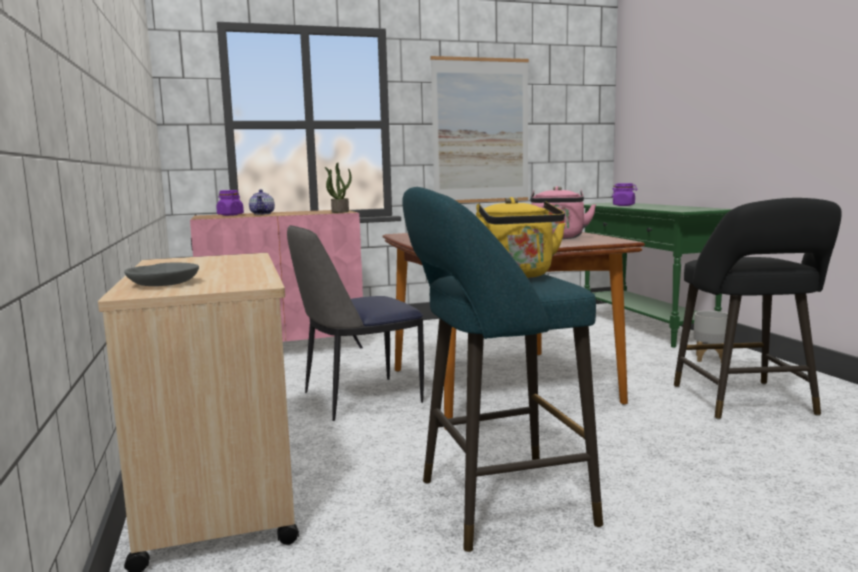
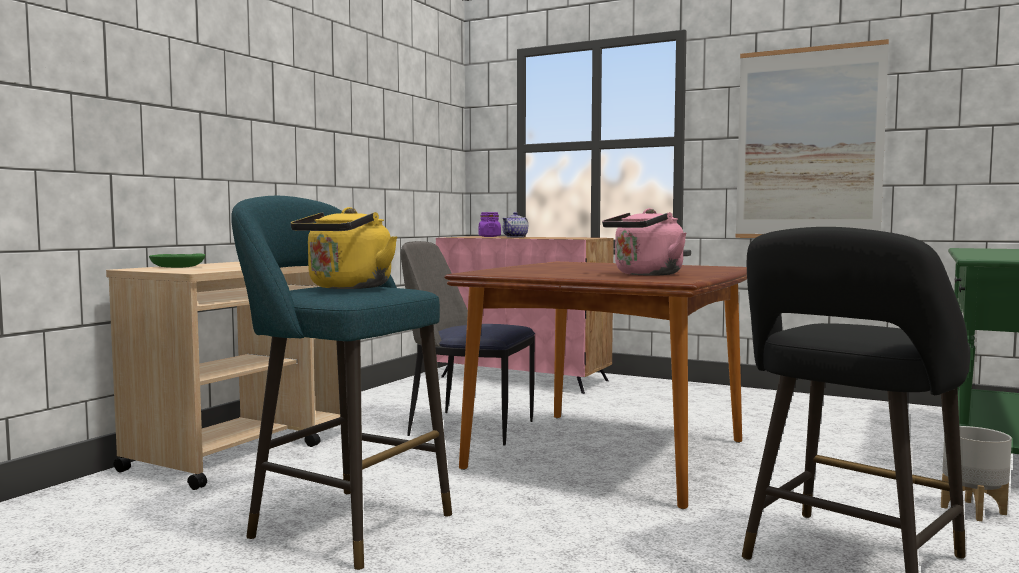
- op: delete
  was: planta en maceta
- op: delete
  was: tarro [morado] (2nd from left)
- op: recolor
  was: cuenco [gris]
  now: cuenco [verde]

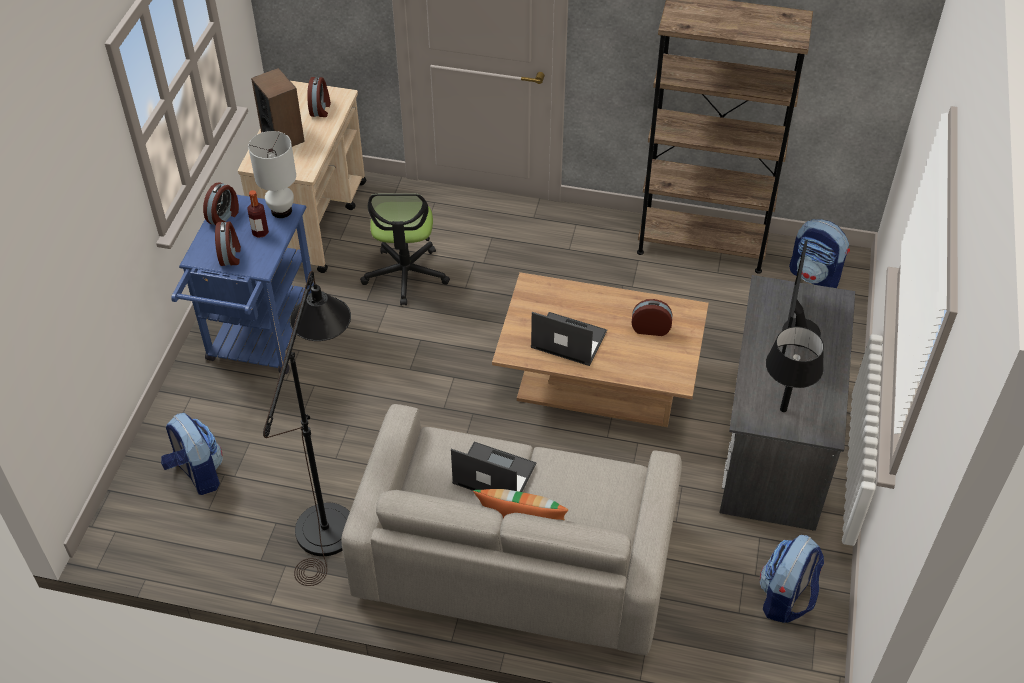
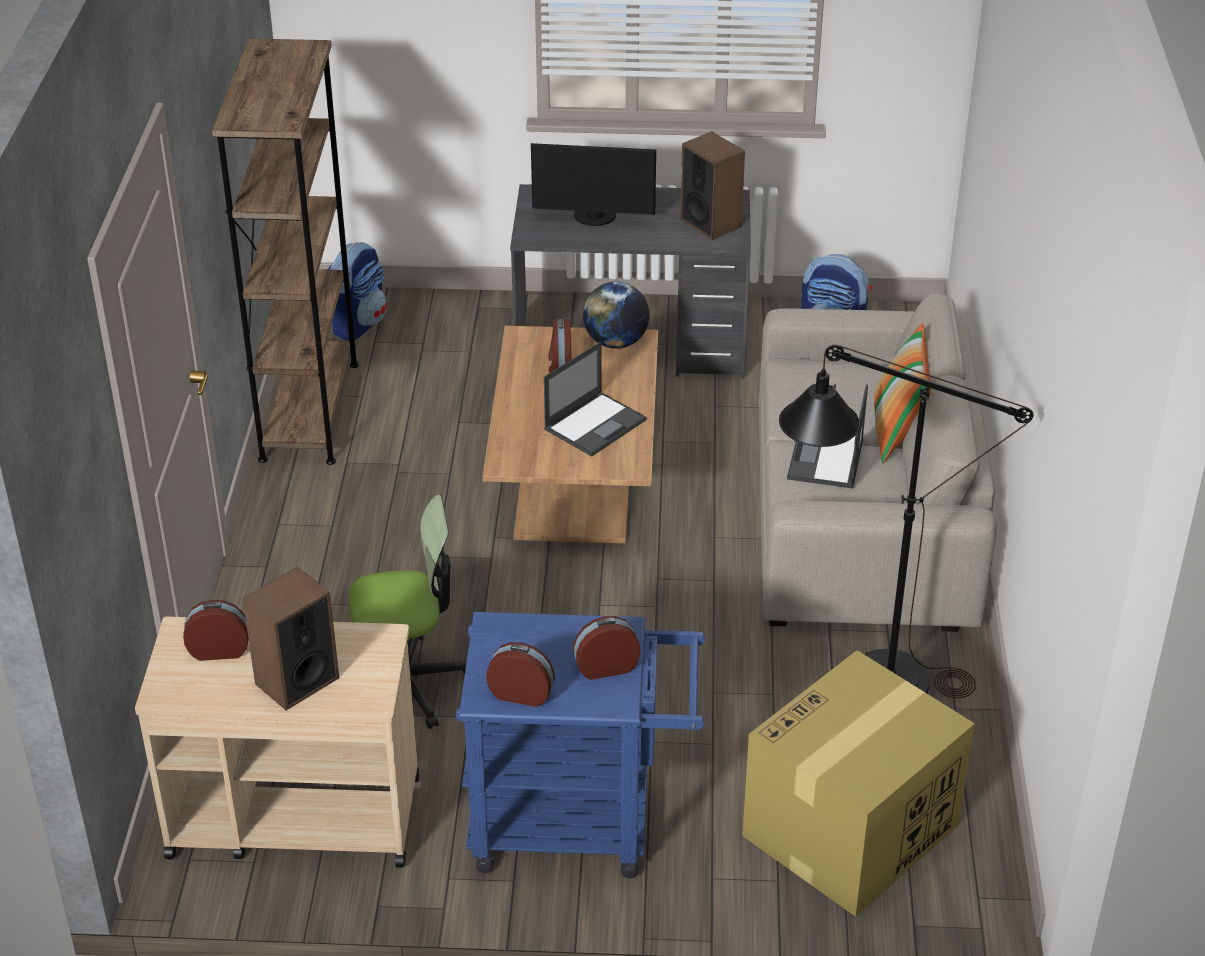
- op: delete
  was: lámpara de mesa [blanco]
- op: delete
  was: botella
- op: rotate
  was: portátil (2nd from left in the first image)
  clockwise: -150
- op: replace
  was: lámpara de mesa [negro]
  now: altavoz (2nd from left)
- op: replace
  was: mochila (1st from left)
  now: caja de cartón
- op: insert
  now: globo terráqueo

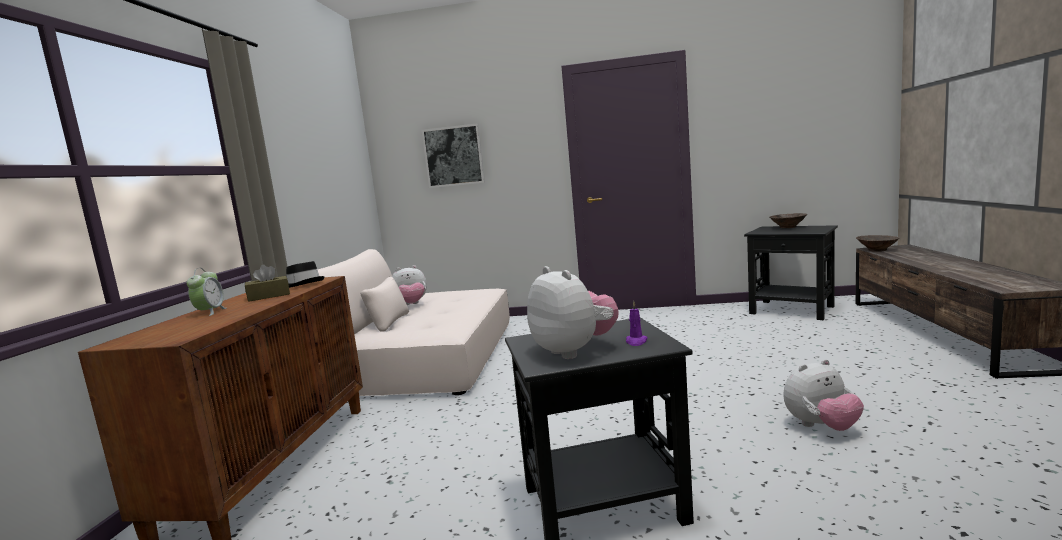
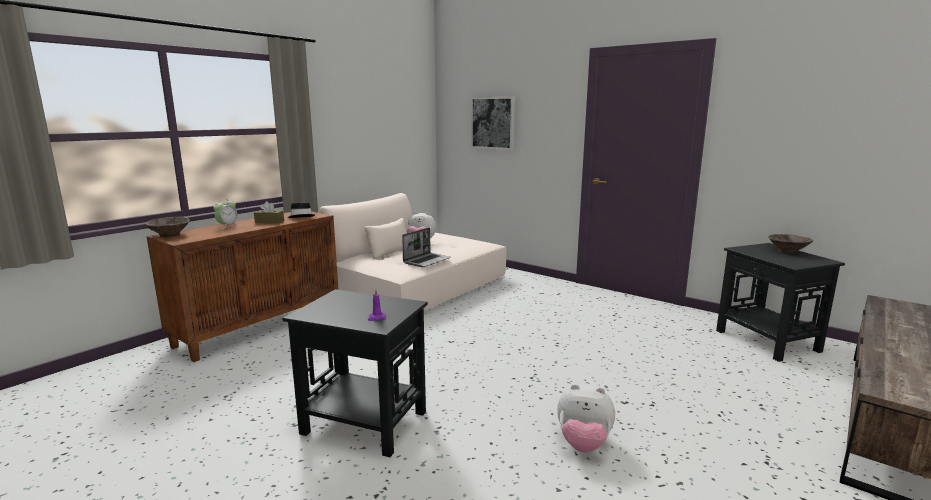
- op: move
  was: cuenco [marrón] (2nd from left in the first image)
  now: cuenco [marrón] (1st from left)
- op: delete
  was: peluche (2nd from left)
- op: insert
  now: portátil

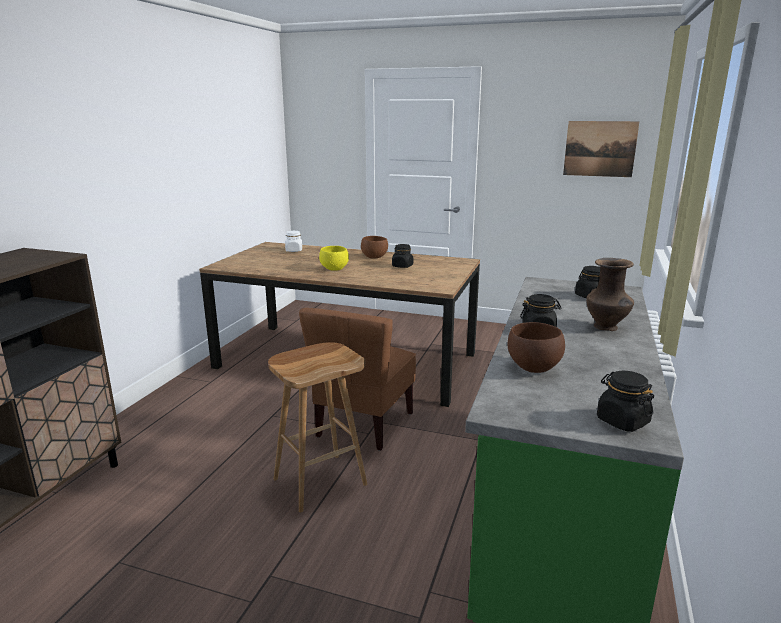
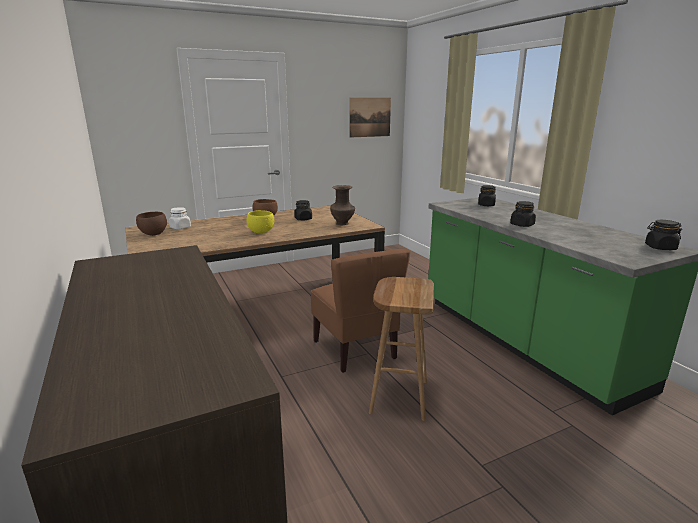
- op: move
  was: florero [marrón]
- op: move
  was: cuenco [marrón] (2nd from left in the first image)
  now: cuenco [marrón] (1st from left)

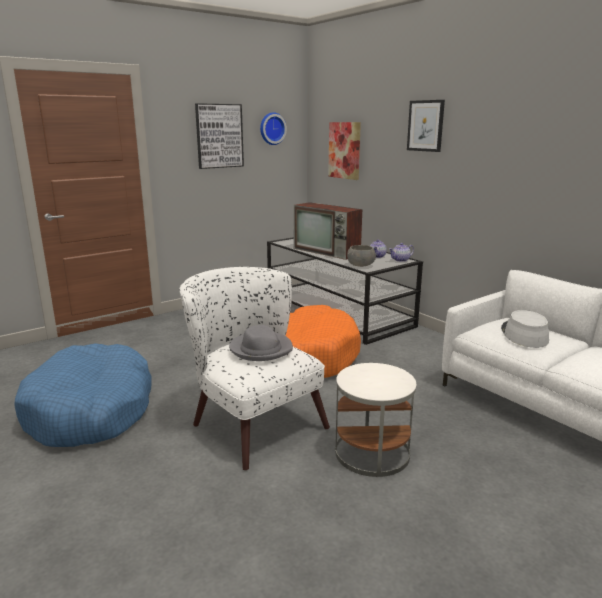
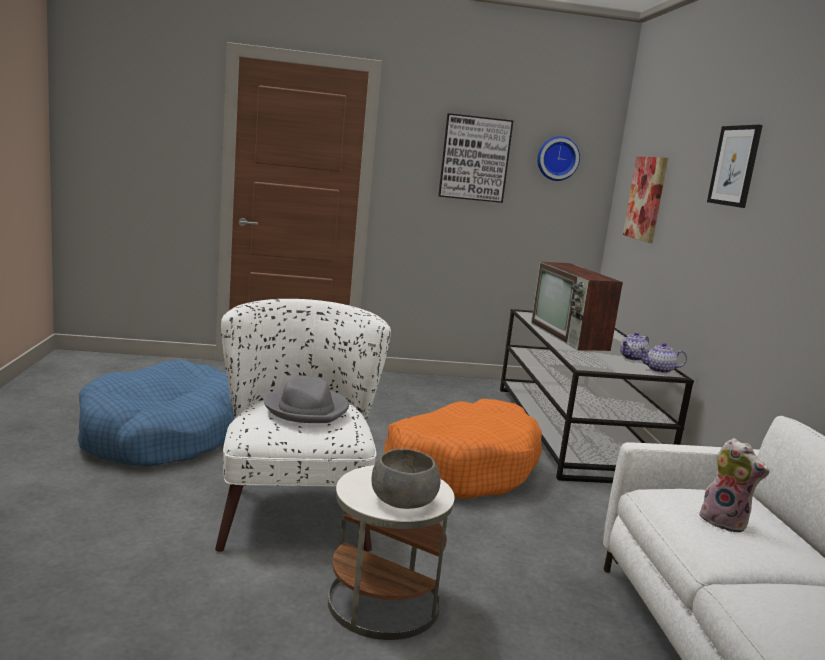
- op: move
  was: cuenco [gris]
- op: replace
  was: sombrero [gris] (2nd from left)
  now: peluche

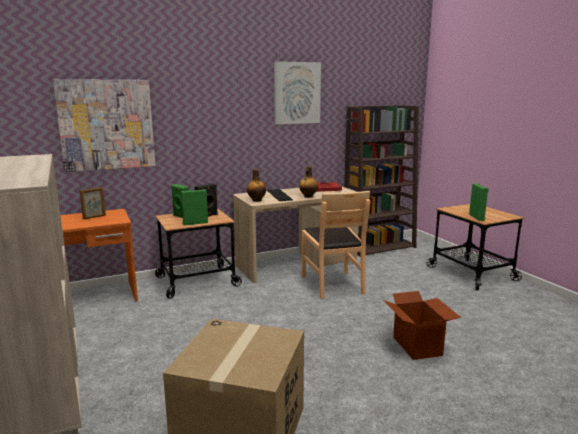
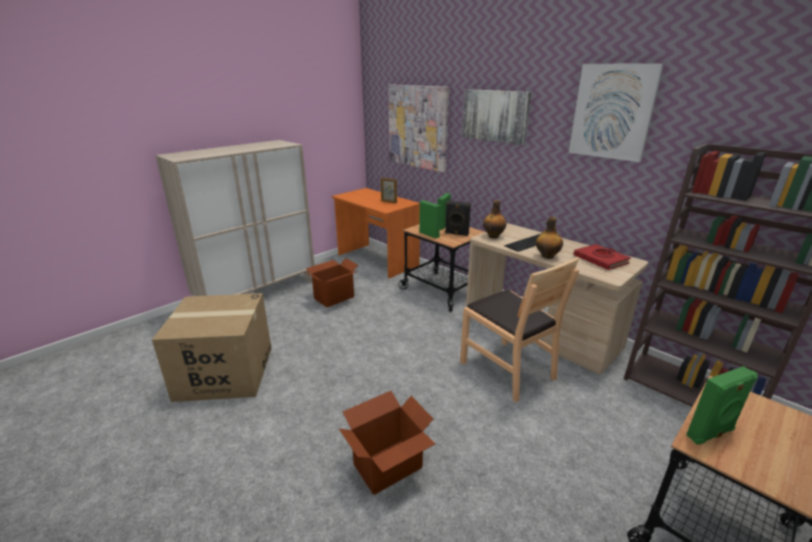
- op: rotate
  was: silla [marrón]
  clockwise: -90
- op: insert
  now: cuadro (2nd from left)
- op: insert
  now: caja de cartón (2nd from left)

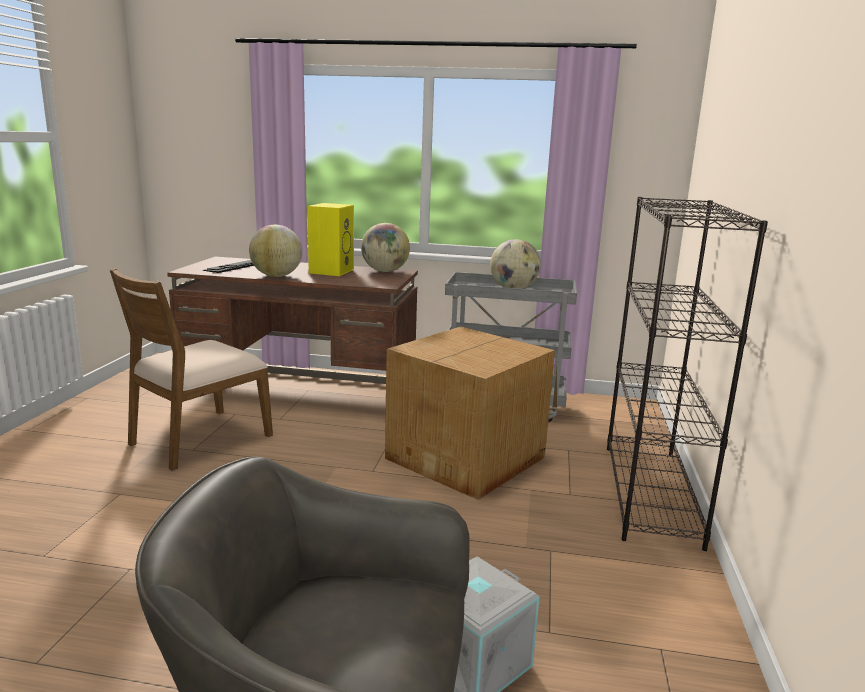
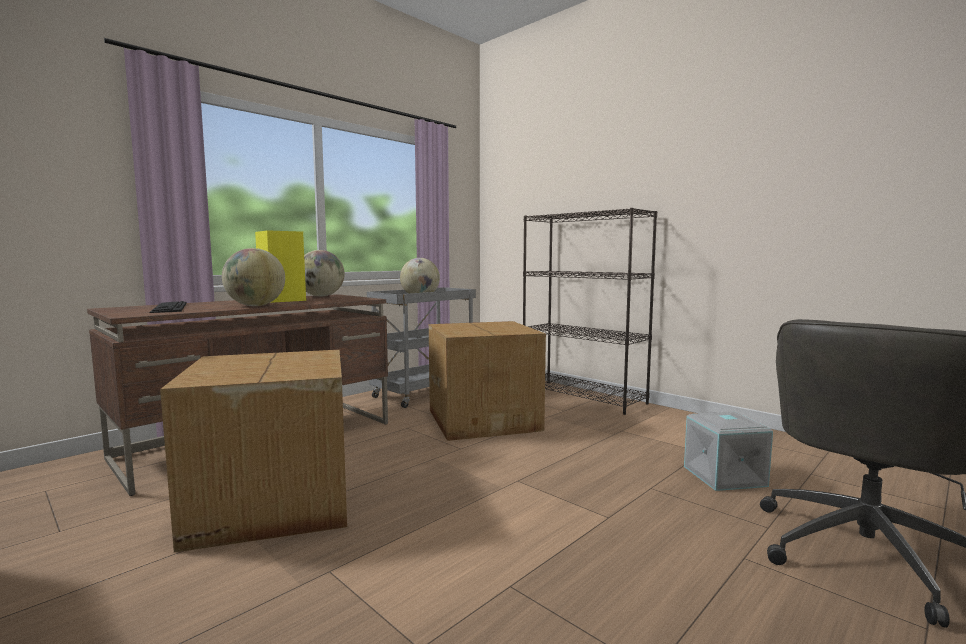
- op: replace
  was: silla [marrón]
  now: caja de cartón (1st from left)

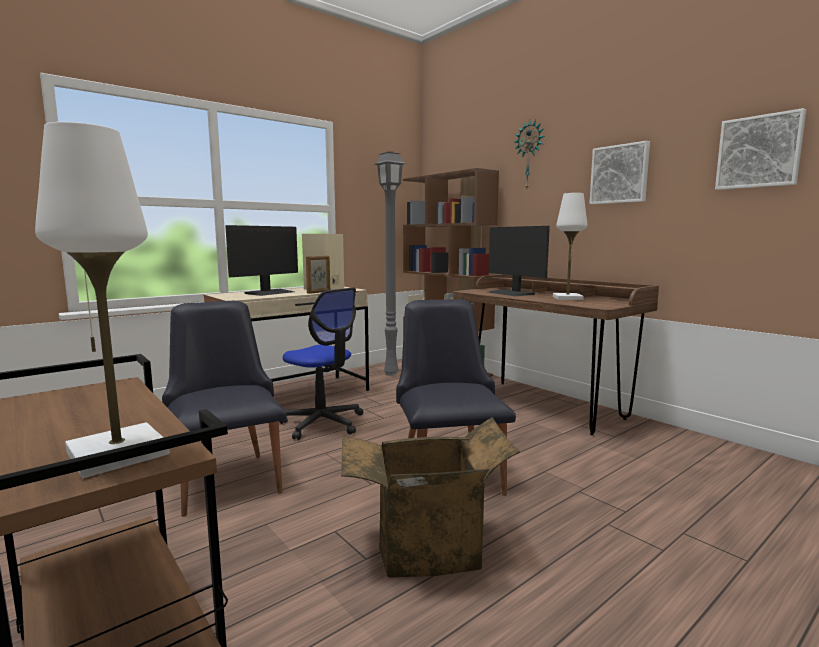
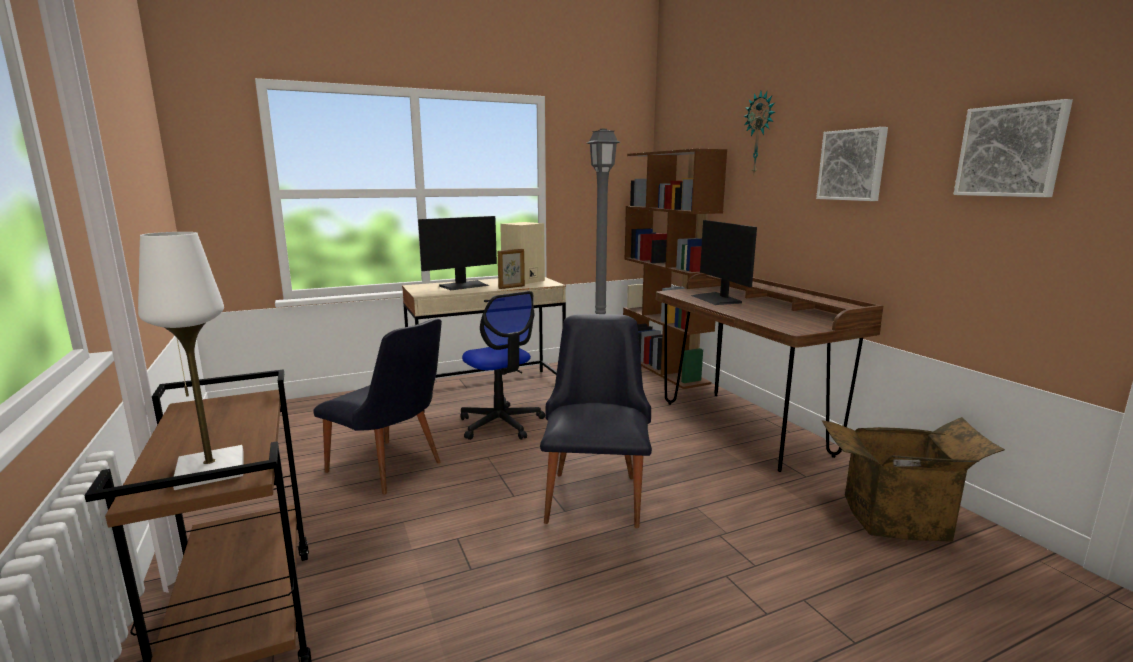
- op: delete
  was: lámpara de mesa [blanco] (2nd from left)
- op: rotate
  was: silla [negro] (1st from left)
  clockwise: 135
- op: move
  was: caja de cartón

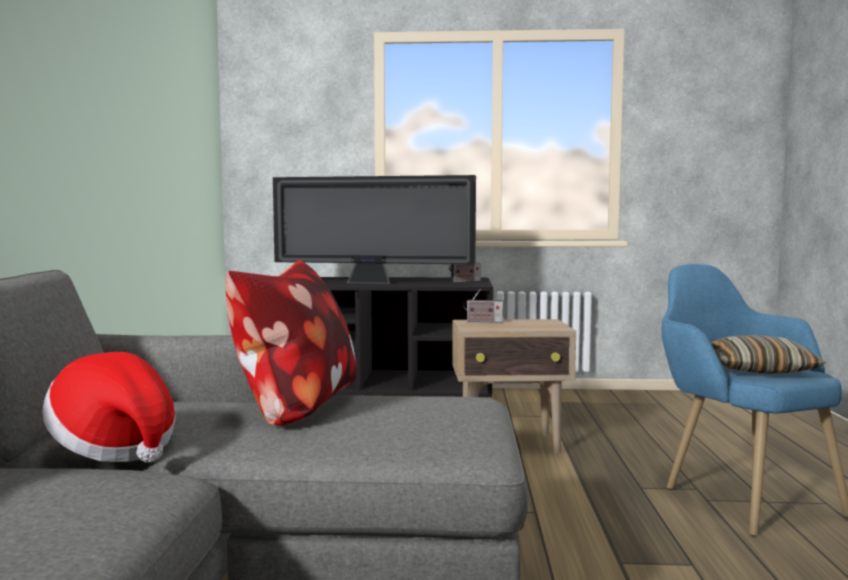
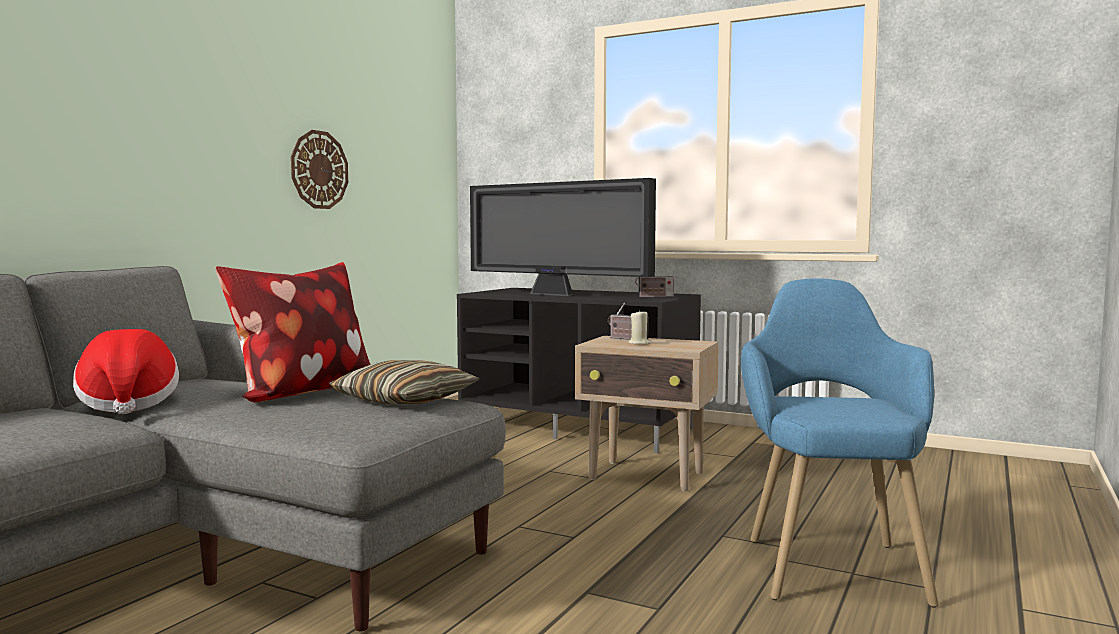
- op: move
  was: cojín (2nd from left)
- op: insert
  now: reloj de pared
- op: insert
  now: vela [beis]

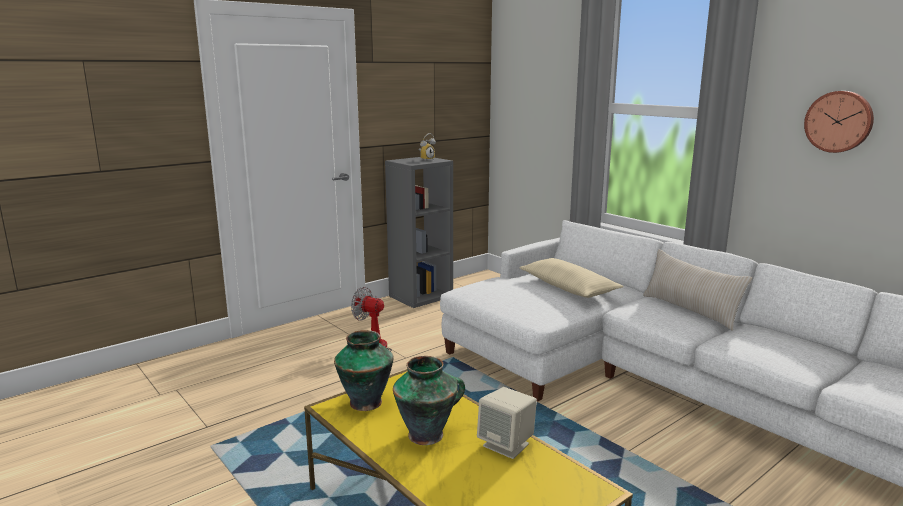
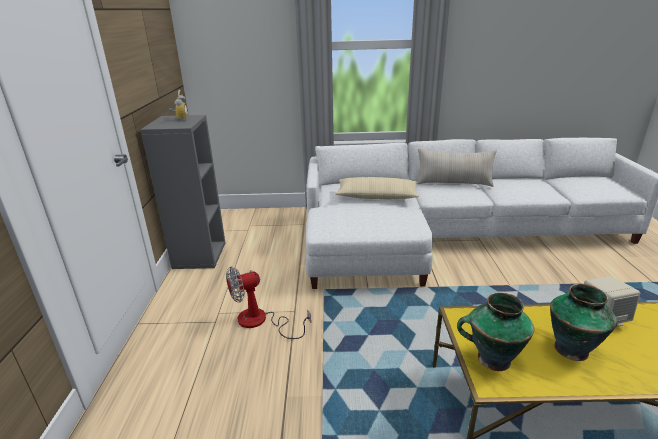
- op: delete
  was: reloj de pared

